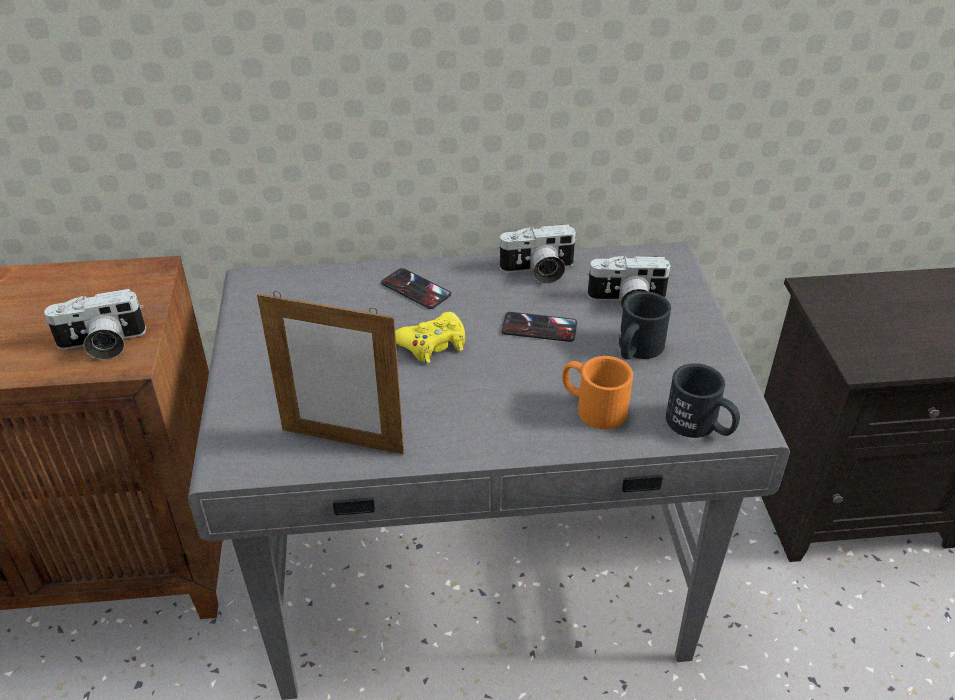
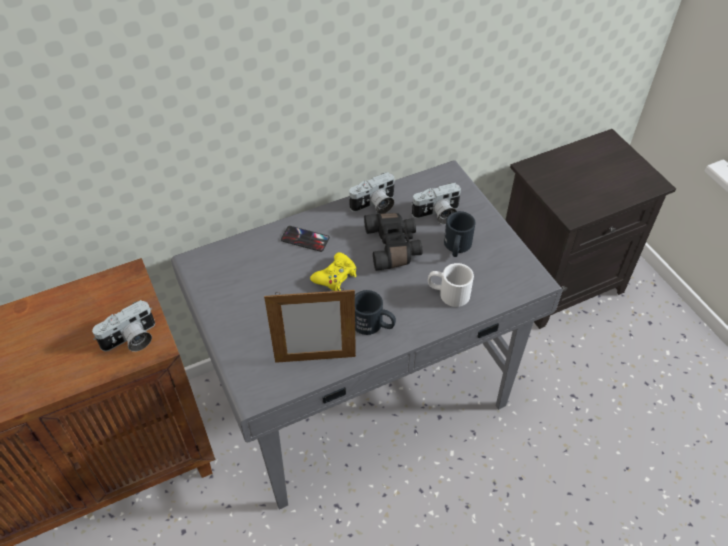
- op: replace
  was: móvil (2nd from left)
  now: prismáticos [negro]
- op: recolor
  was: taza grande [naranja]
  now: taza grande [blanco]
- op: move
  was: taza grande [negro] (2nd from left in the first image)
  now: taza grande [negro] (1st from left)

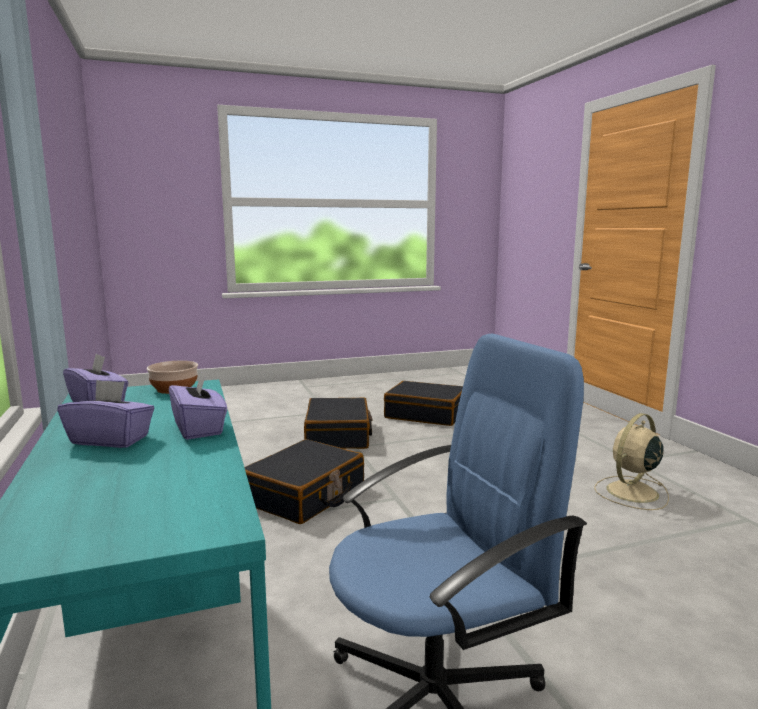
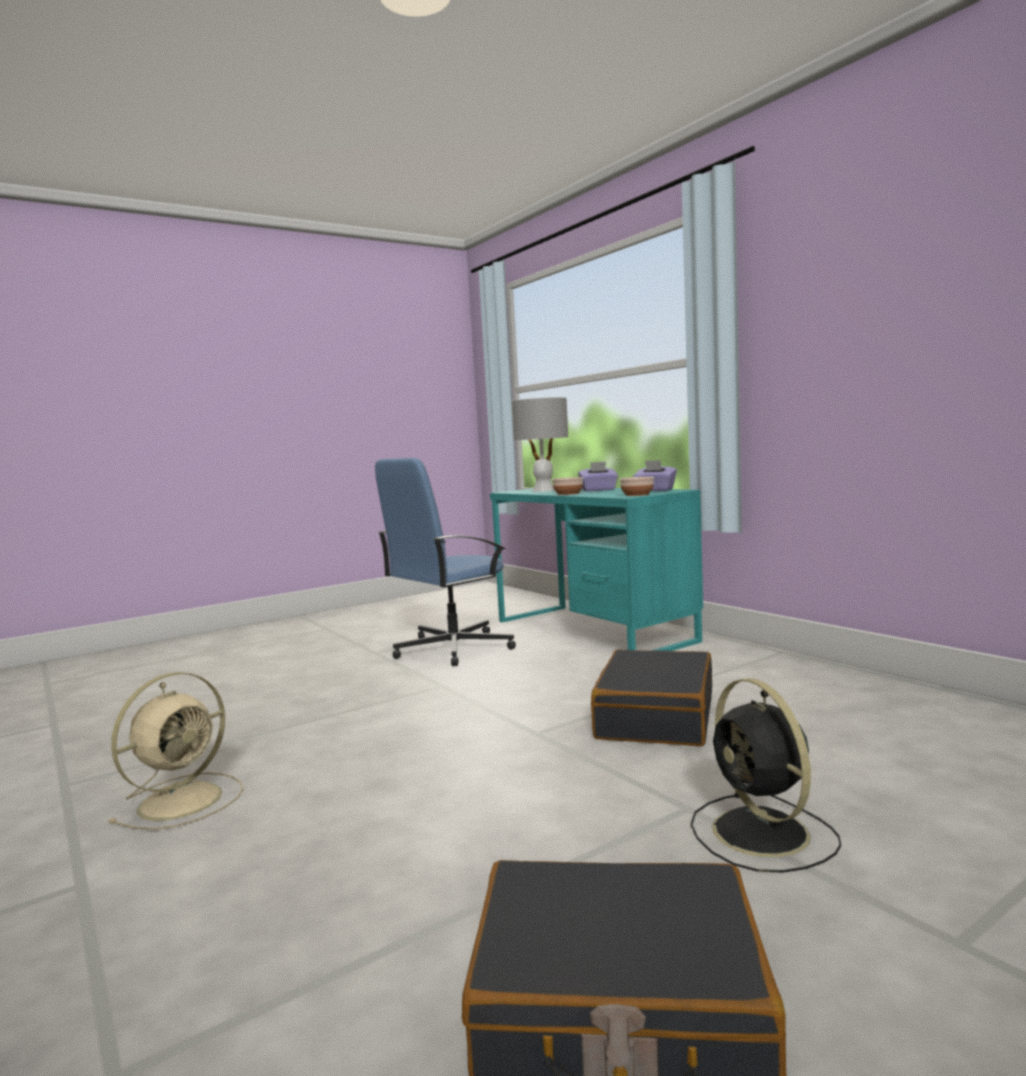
- op: replace
  was: caja de pañuelos [morado] (3rd from left)
  now: cuenco (1st from left)
- op: replace
  was: maleta [negro] (2nd from left)
  now: ventilador [negro]
- op: insert
  now: lámpara de mesa [gris]

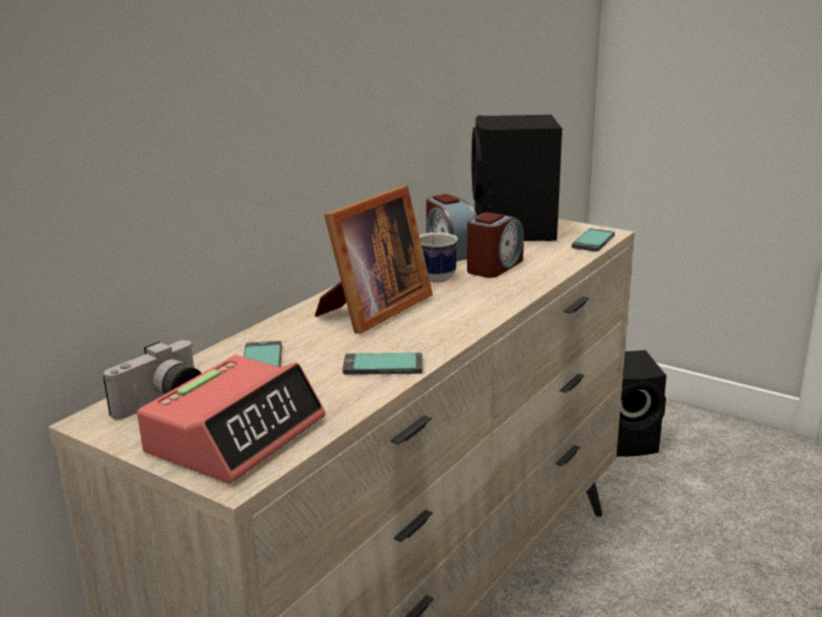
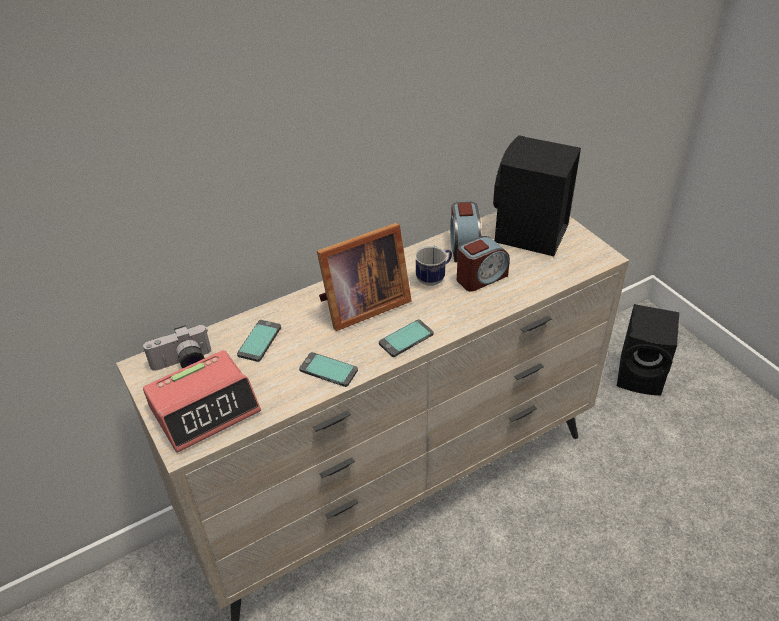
- op: move
  was: móvil (3rd from left)

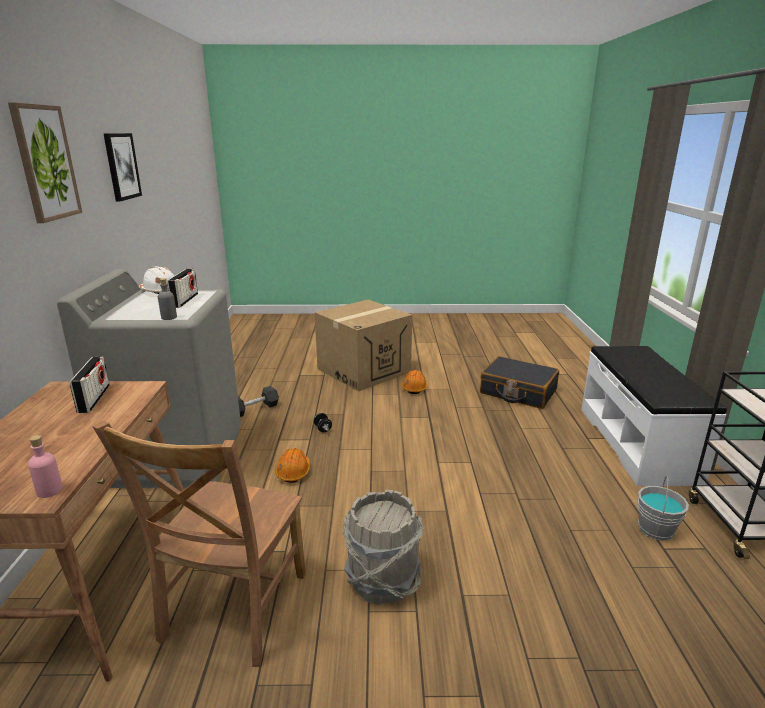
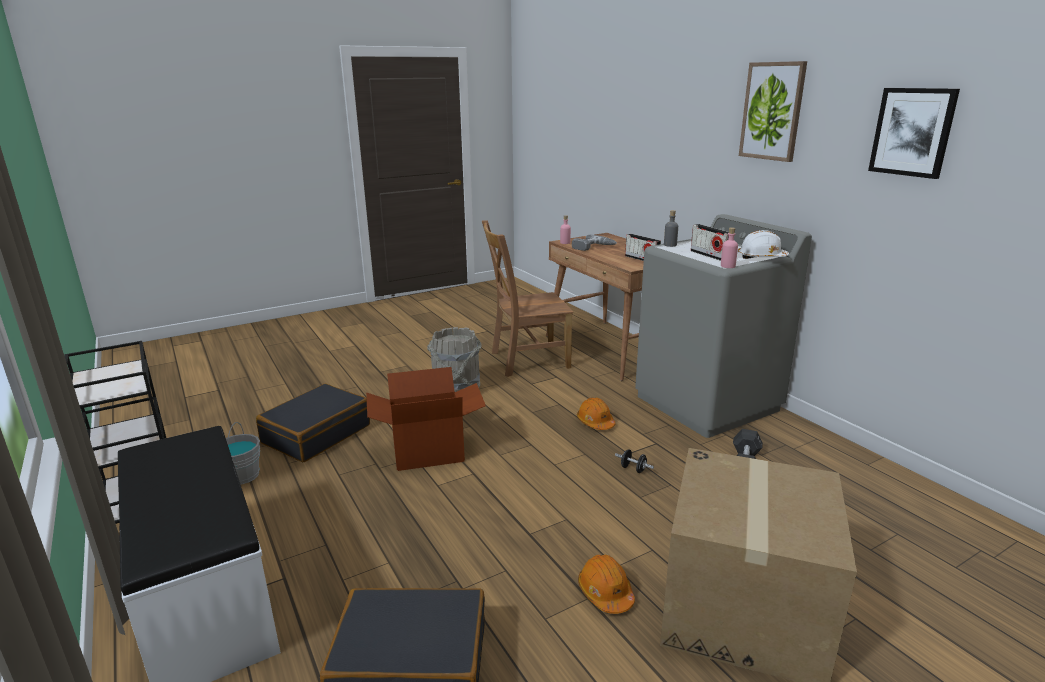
- op: rotate
  was: silla [marrón]
  clockwise: -90
- op: insert
  now: botella [rosa] (2nd from left)
- op: insert
  now: taladro
- op: insert
  now: caja de cartón (1st from left)
- op: insert
  now: maleta [negro] (1st from left)

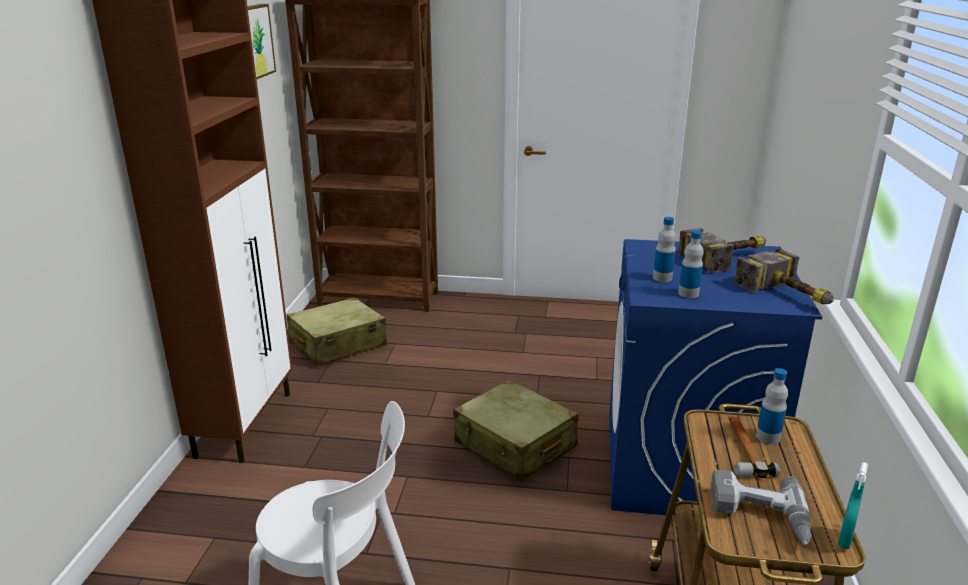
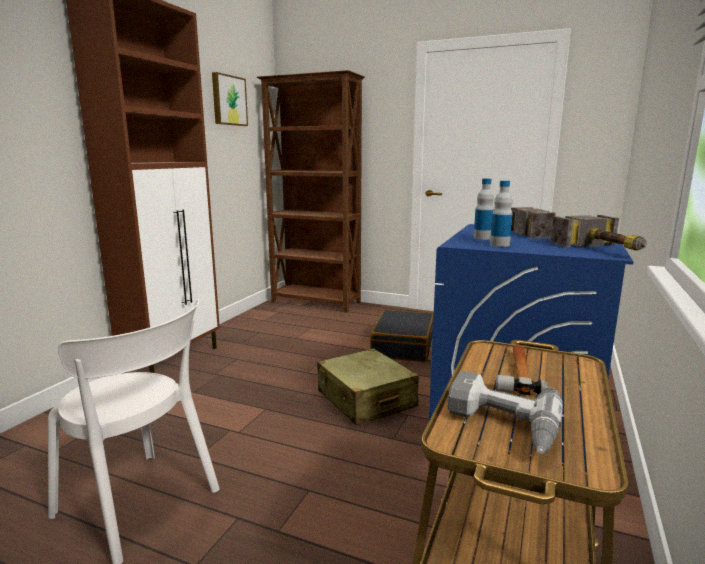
- op: delete
  was: maleta [beis] (1st from left)
- op: delete
  was: botella (3rd from left)
- op: delete
  was: pulverizador [turquesa]
- op: insert
  now: maleta [negro]

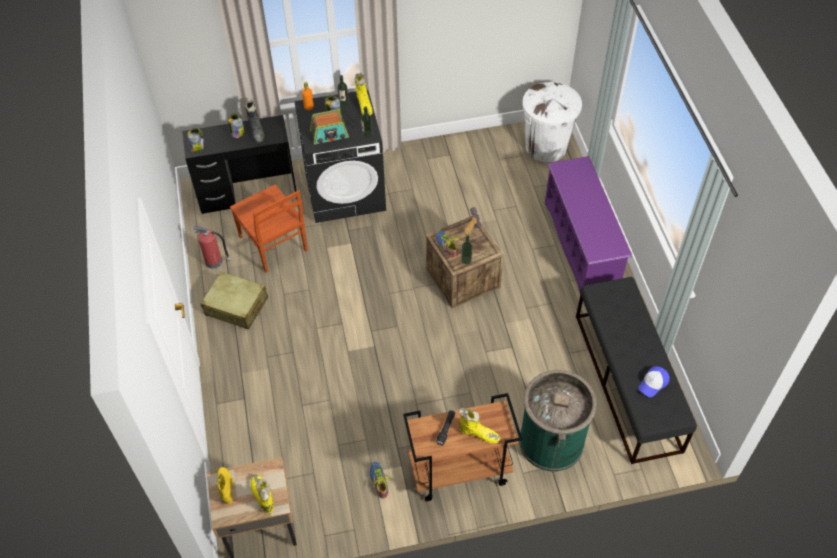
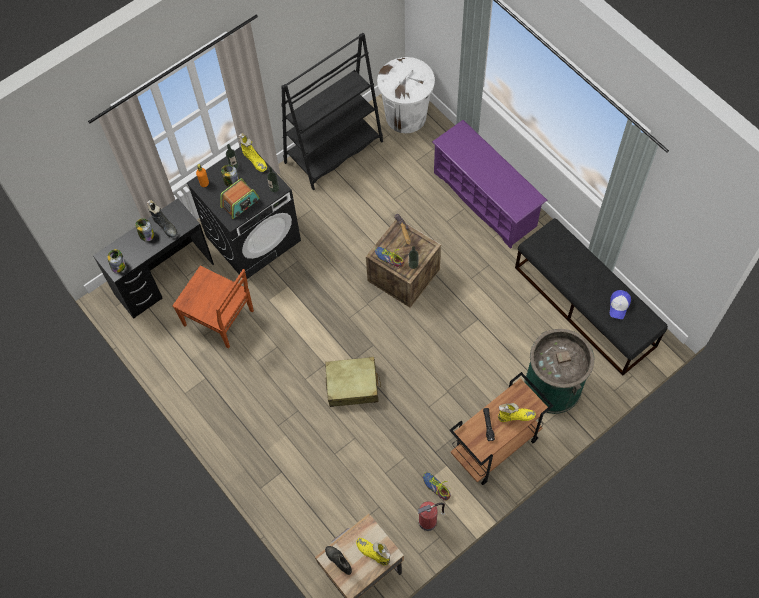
- op: move
  was: extintor
- op: move
  was: maleta [beis]
- op: recolor
  was: bota [amarillo] (1st from left)
  now: bota [negro] (2nd from left)
- op: insert
  now: estantería [negro]

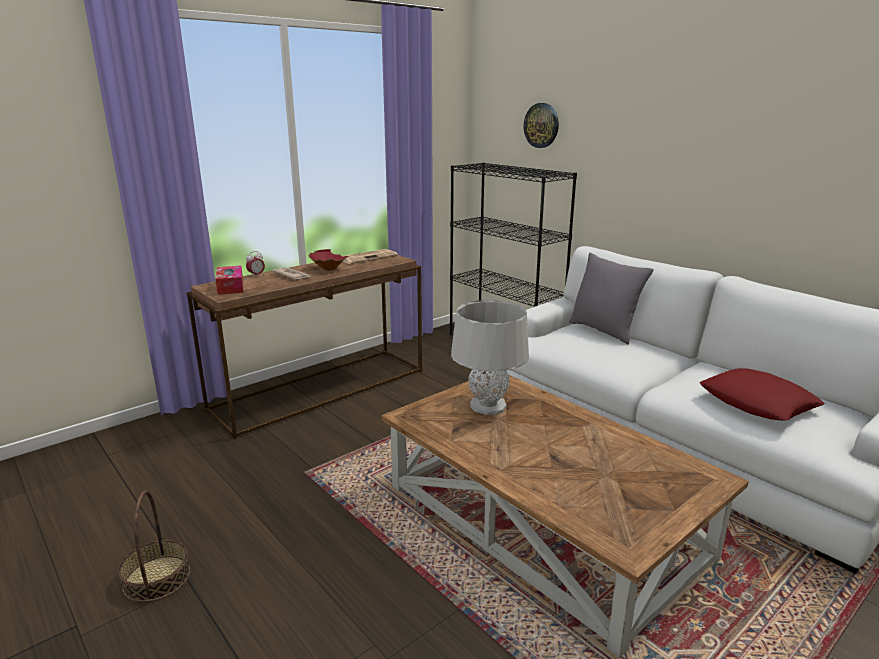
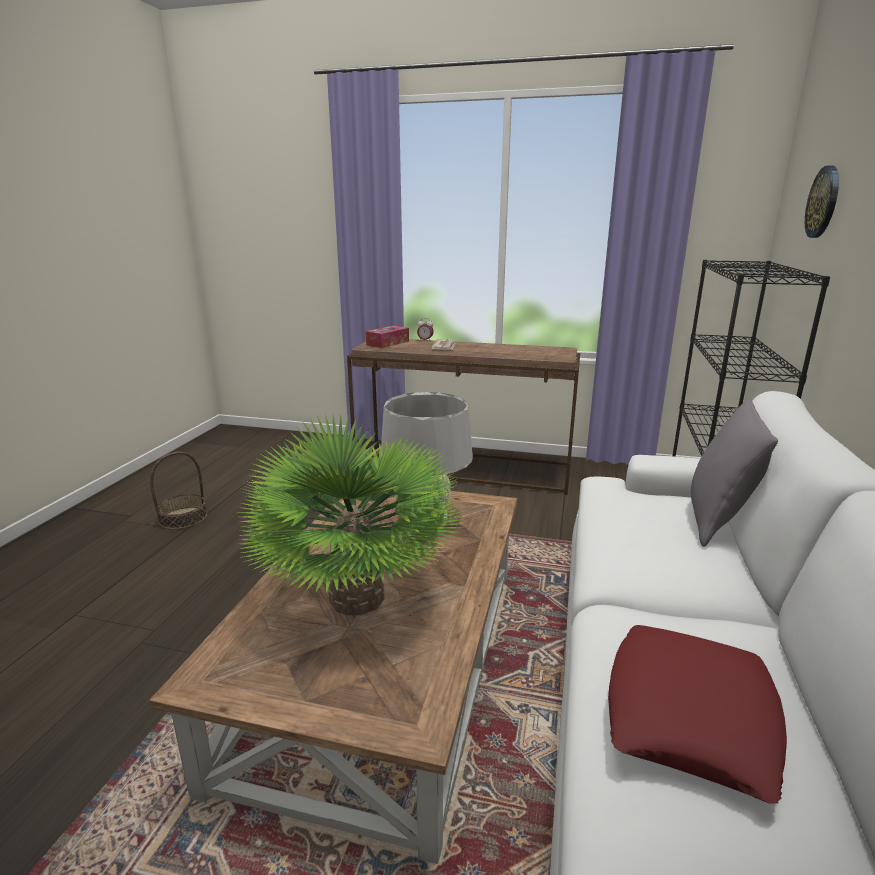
- op: delete
  was: cuenco [rojo]
- op: delete
  was: periódico (2nd from left)
- op: insert
  now: planta en maceta

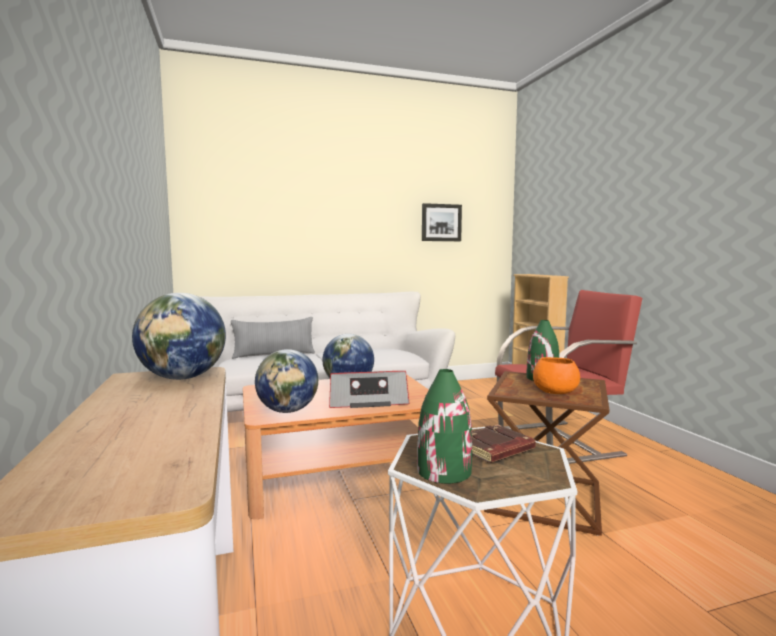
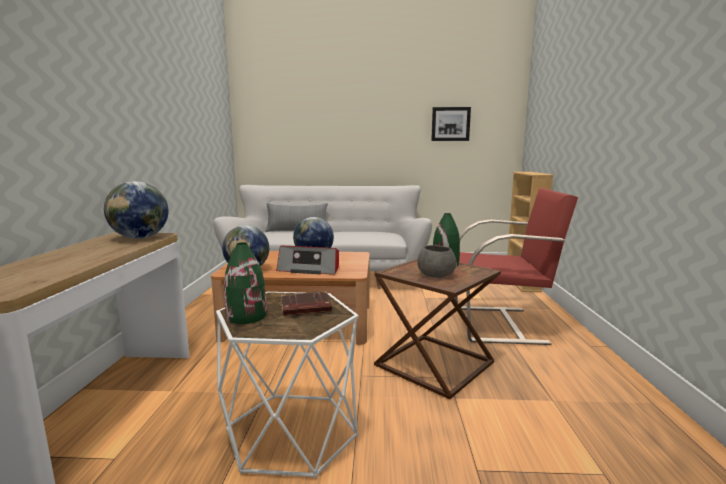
- op: recolor
  was: cuenco [naranja]
  now: cuenco [gris]

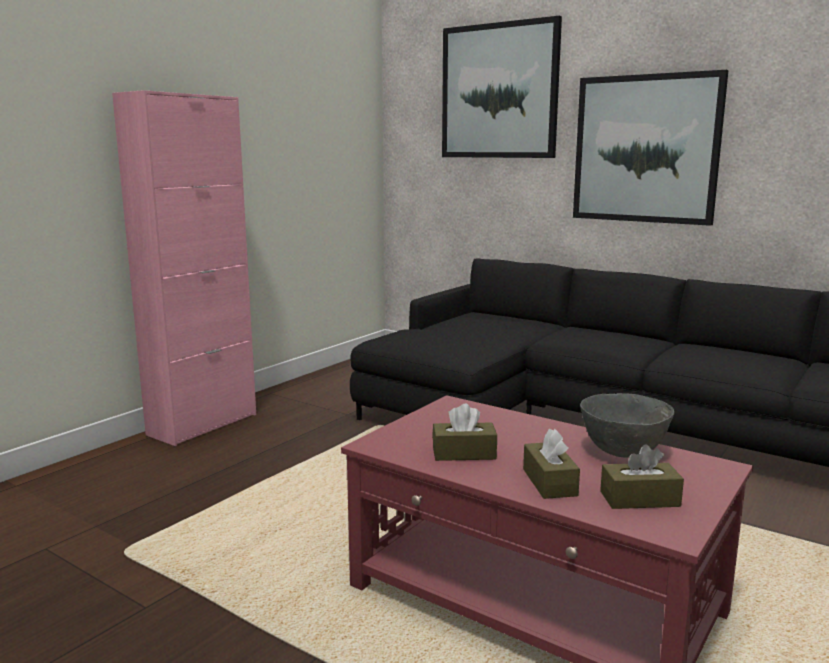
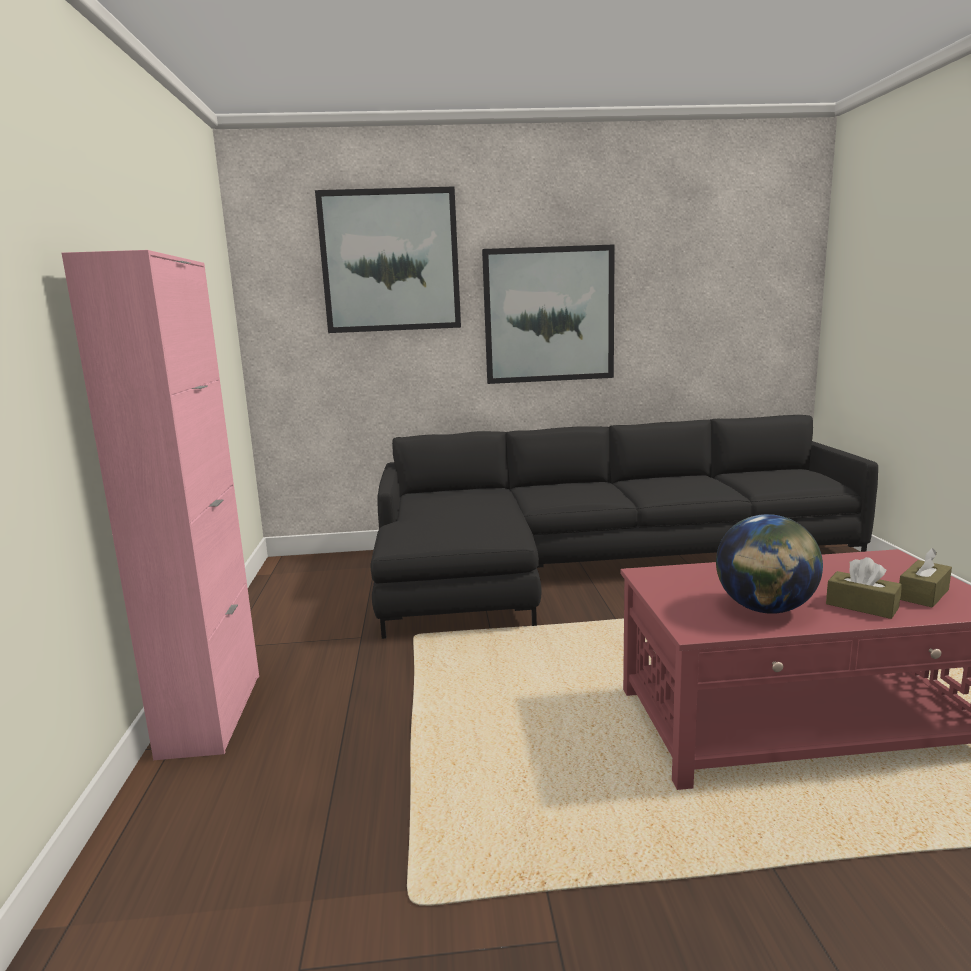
- op: delete
  was: cuenco [gris]
- op: replace
  was: caja de pañuelos [marrón] (1st from left)
  now: globo terráqueo

